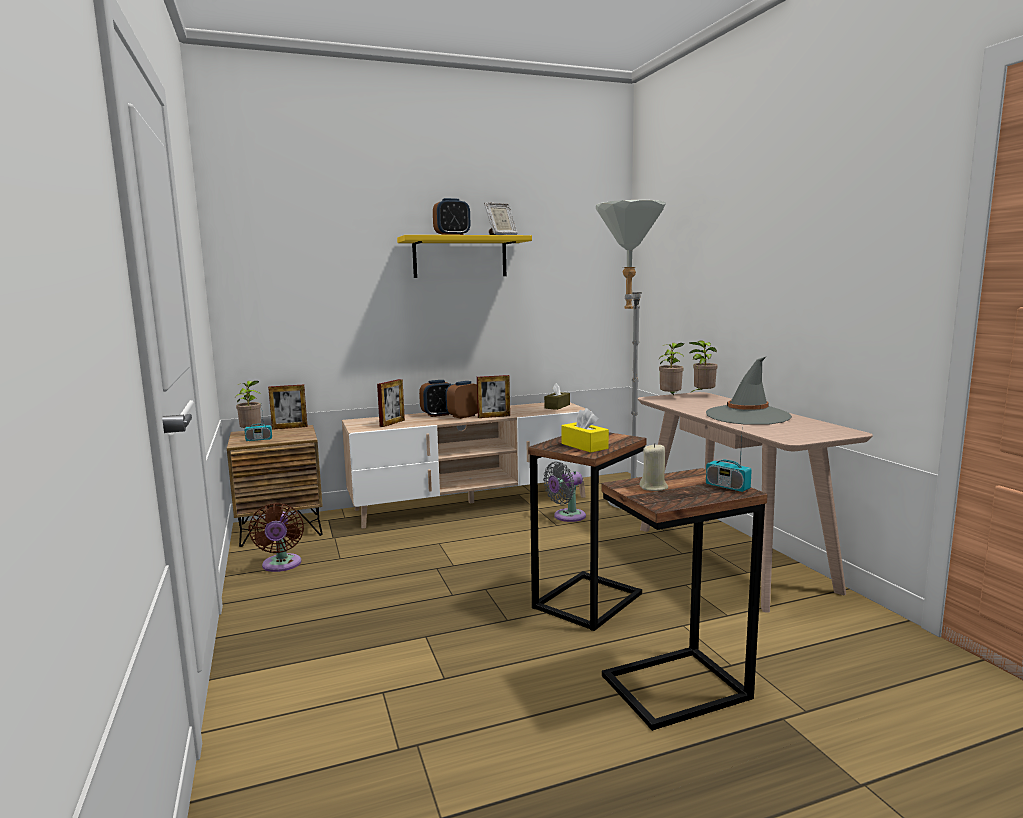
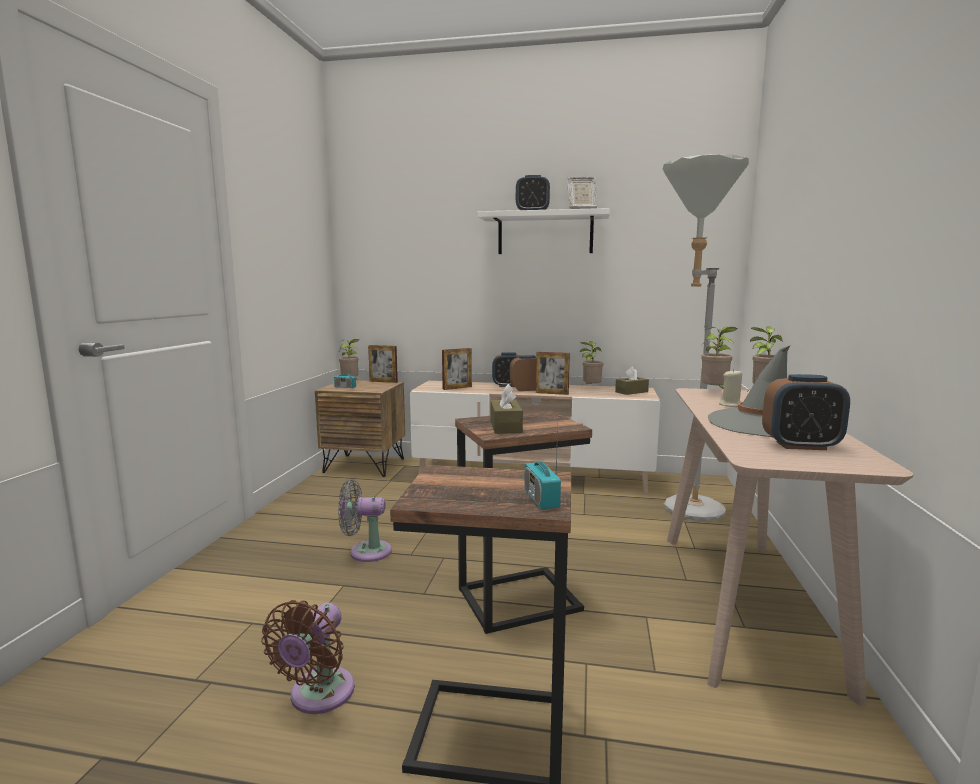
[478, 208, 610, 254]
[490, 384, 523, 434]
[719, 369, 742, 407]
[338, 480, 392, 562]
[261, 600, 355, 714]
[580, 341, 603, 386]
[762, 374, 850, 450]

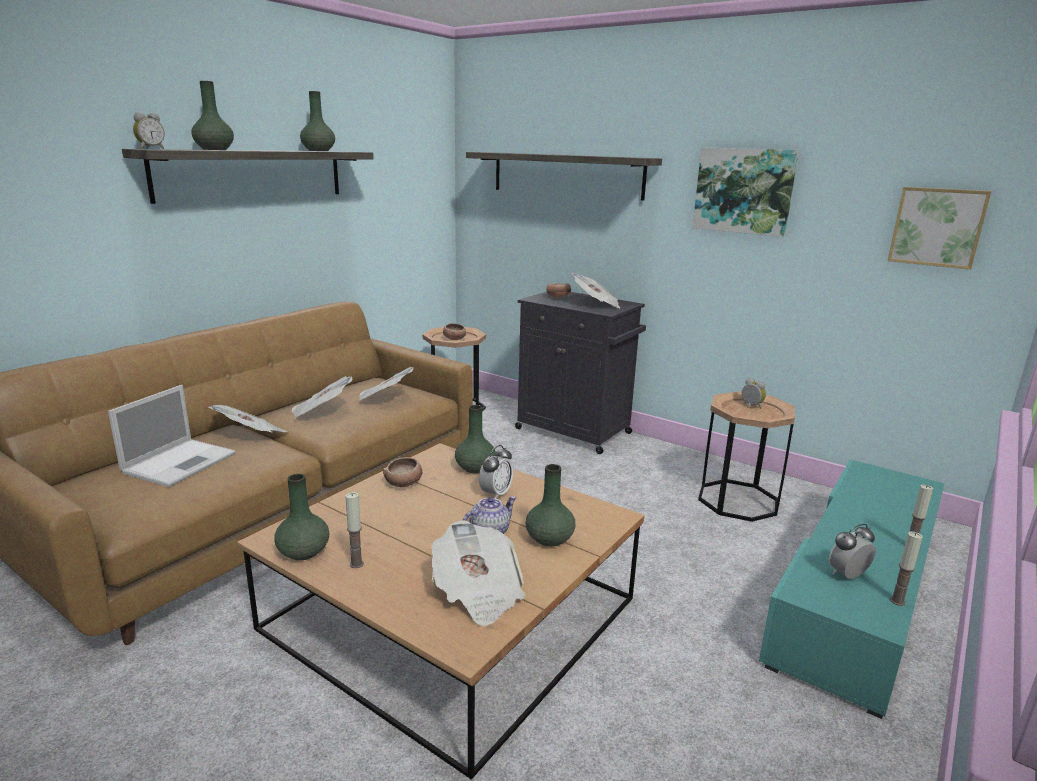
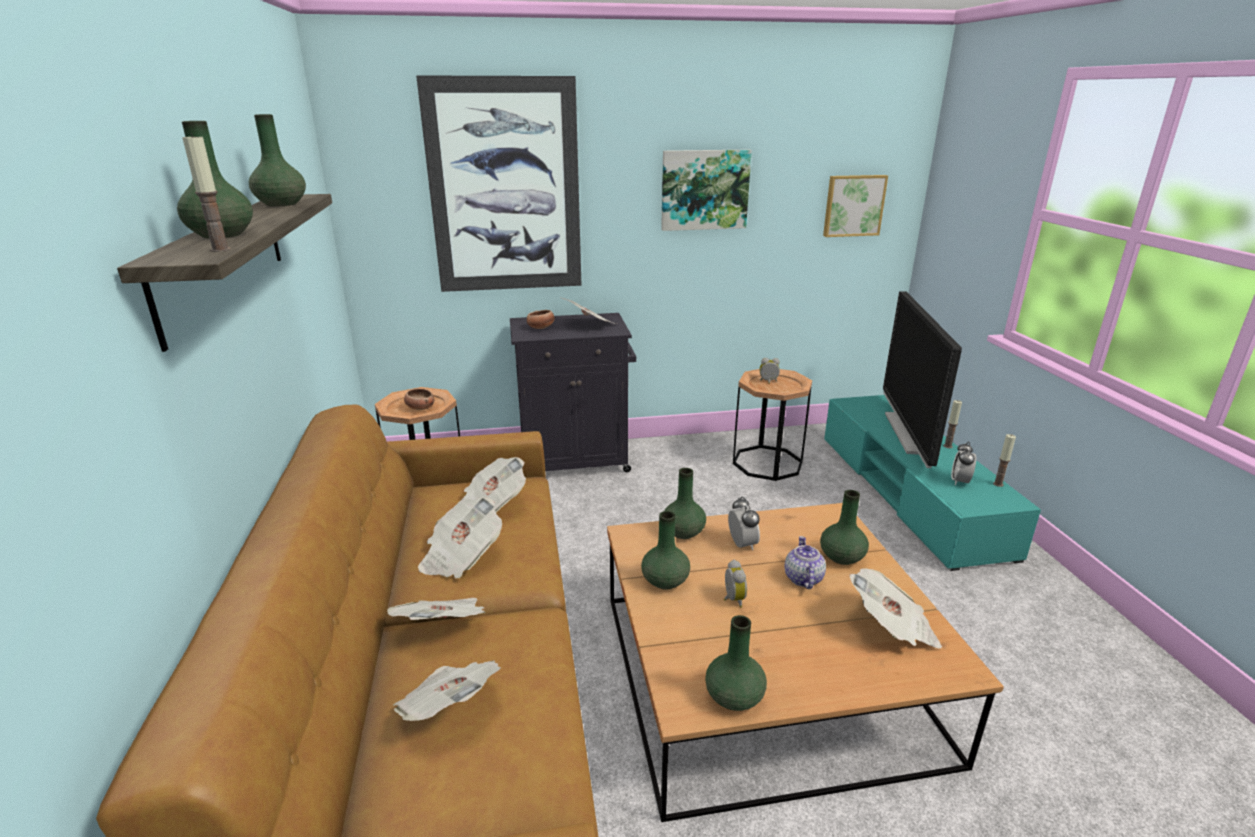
[724, 560, 747, 608]
[416, 75, 582, 292]
[393, 661, 501, 721]
[641, 511, 690, 589]
[182, 133, 231, 252]
[883, 291, 962, 468]

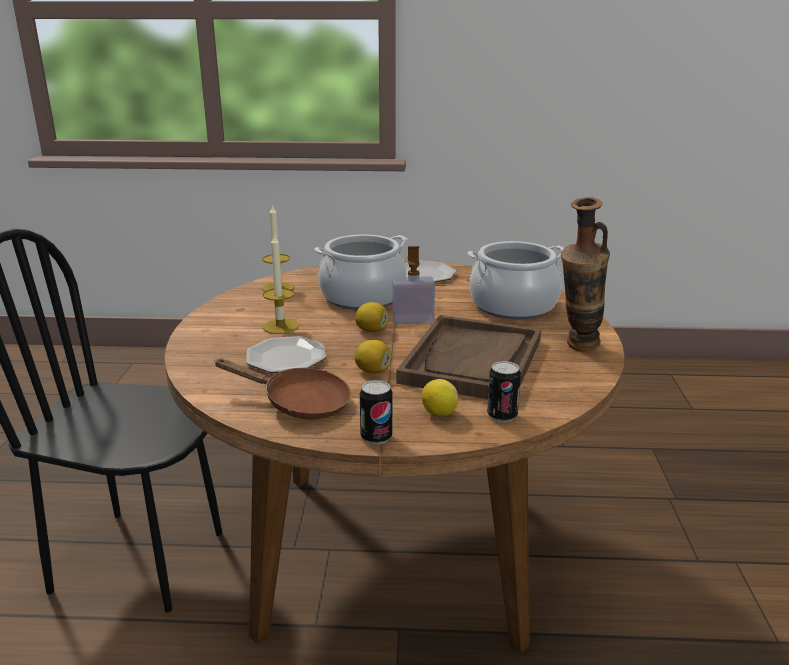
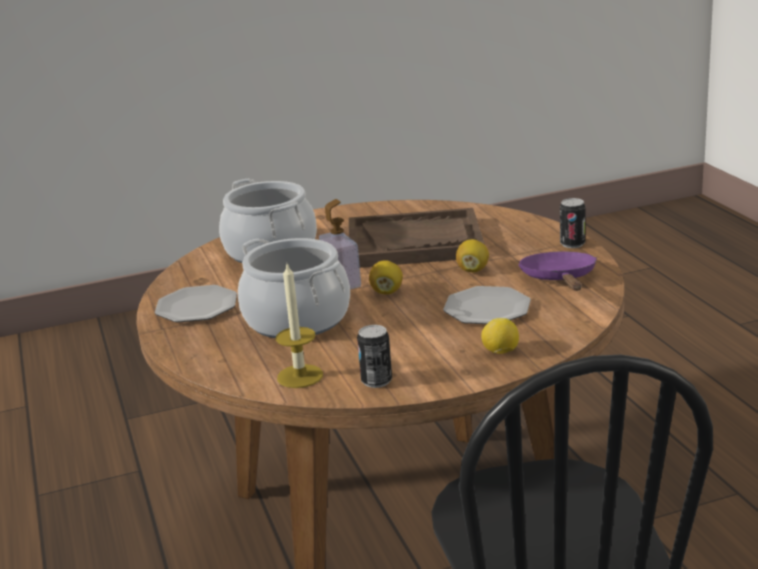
[561, 197, 610, 352] (first image)
[263, 233, 299, 334] (first image)
[518, 251, 597, 291]
[357, 325, 392, 388]
[481, 318, 519, 354]

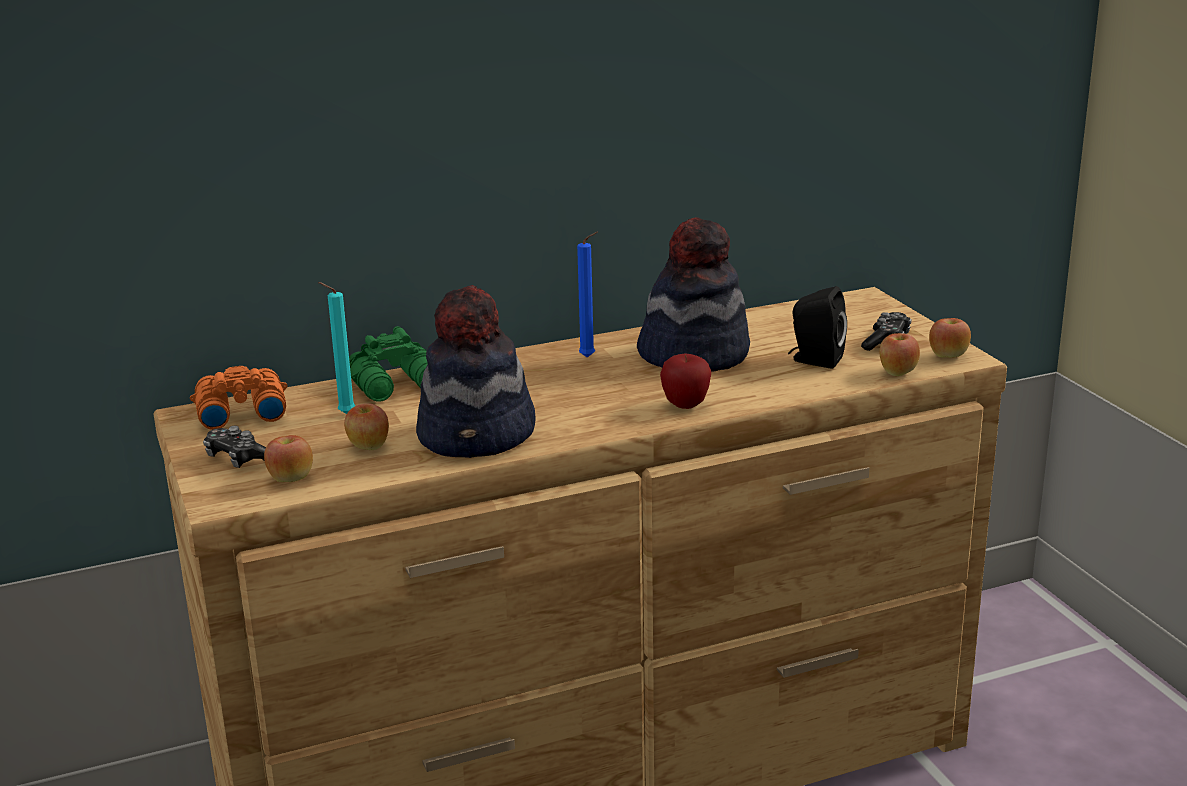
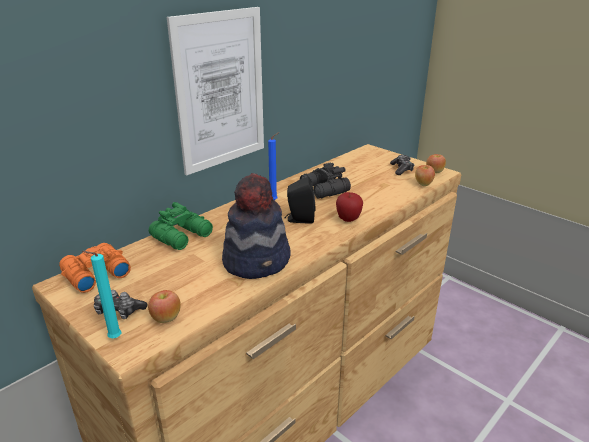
[300, 163, 351, 198]
[82, 251, 121, 338]
[285, 177, 315, 224]
[344, 403, 389, 450] (first image)
[167, 7, 264, 175]

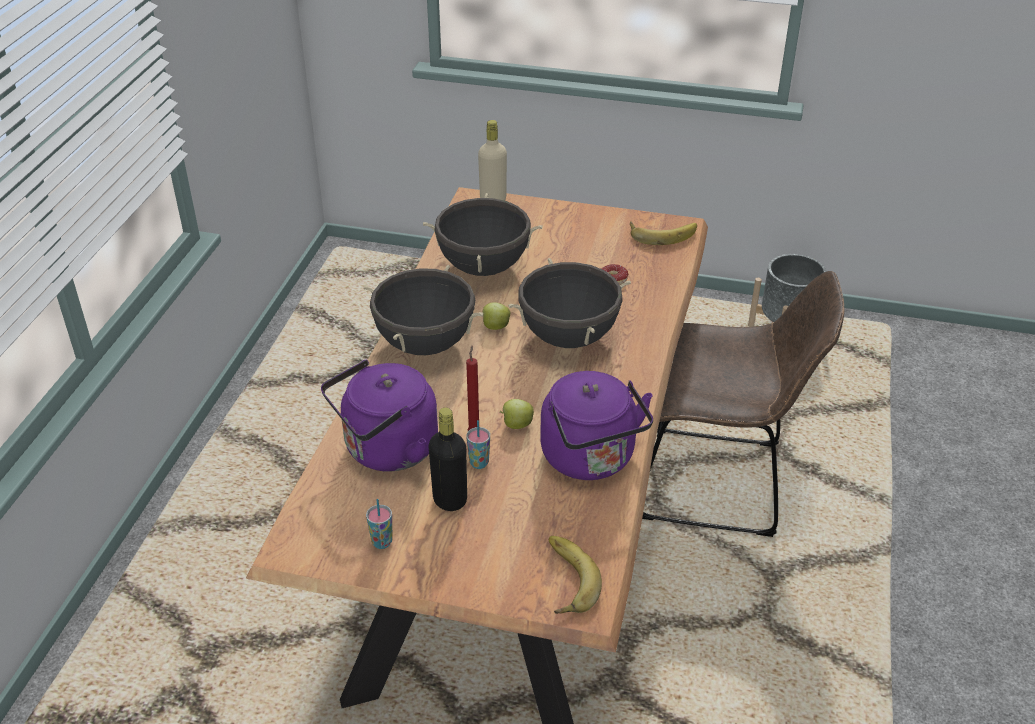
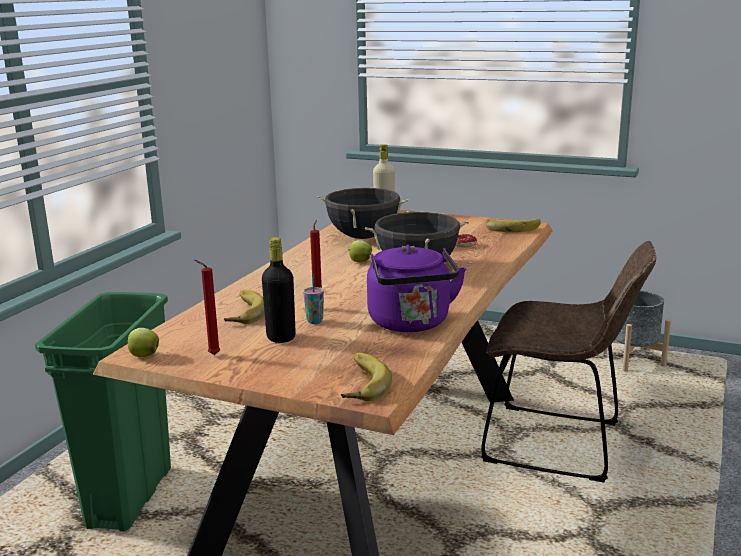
[363, 265, 484, 355] (first image)
[224, 290, 265, 324]
[127, 328, 159, 357]
[195, 260, 220, 355]
[35, 292, 171, 532]

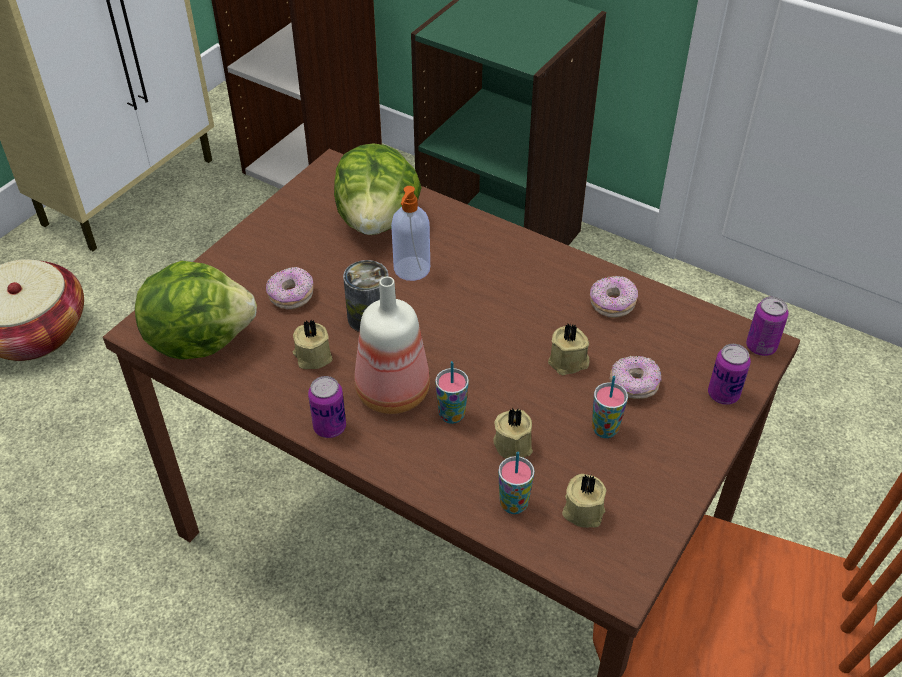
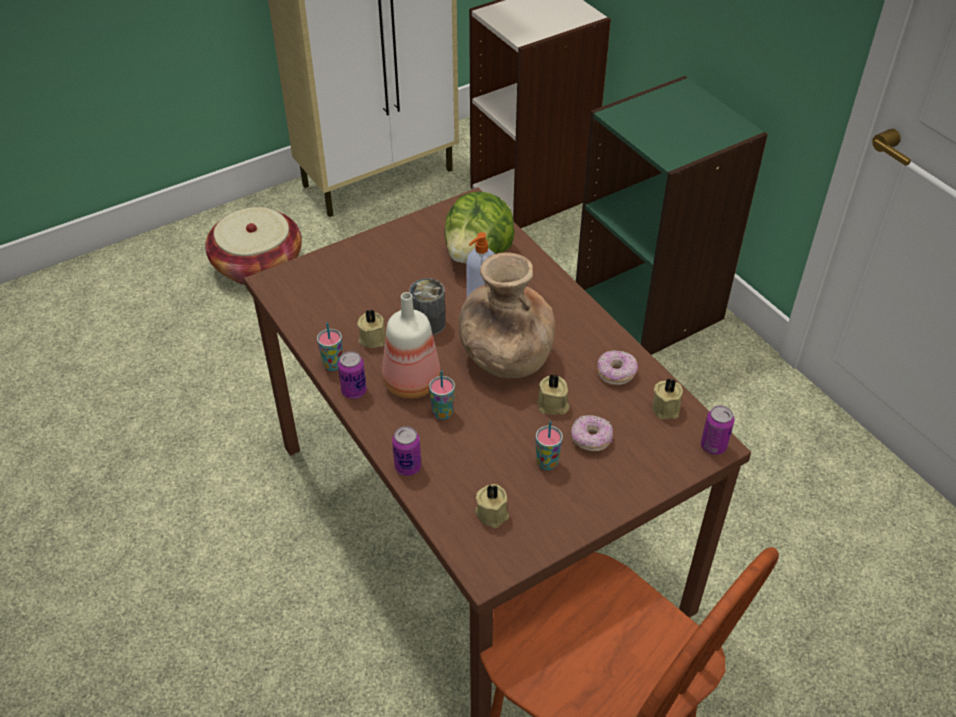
[135, 261, 257, 360] (first image)
[266, 267, 313, 310] (first image)
[392, 426, 421, 476]
[652, 378, 683, 420]
[317, 322, 343, 371]
[459, 252, 555, 378]

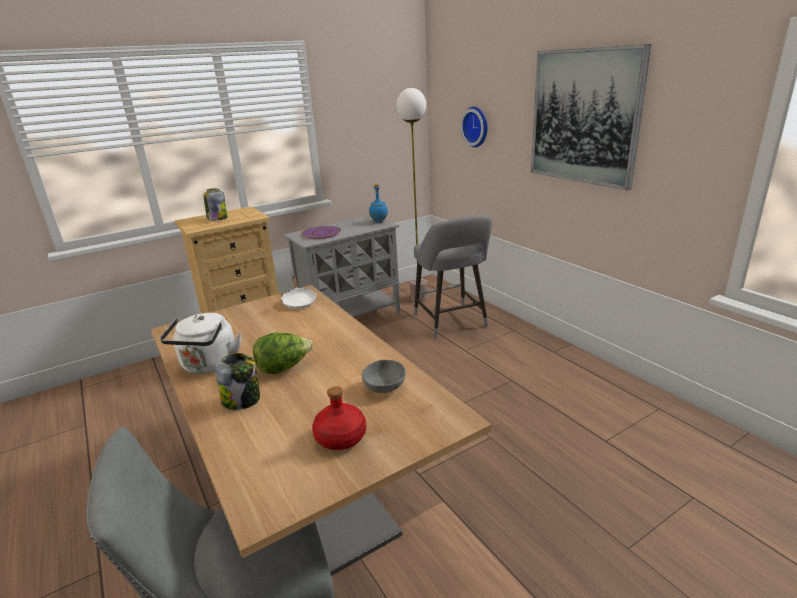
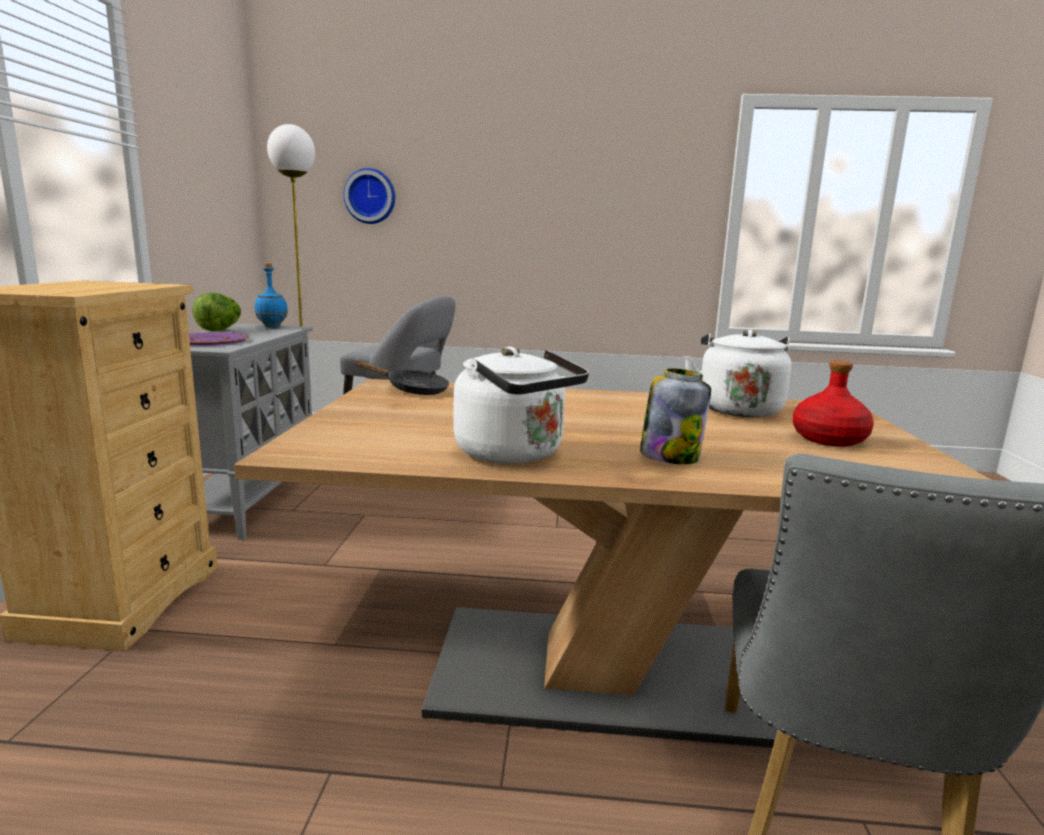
[531, 44, 651, 190] (first image)
[203, 188, 227, 220] (first image)
[354, 360, 449, 395]
[192, 292, 241, 331]
[684, 329, 791, 417]

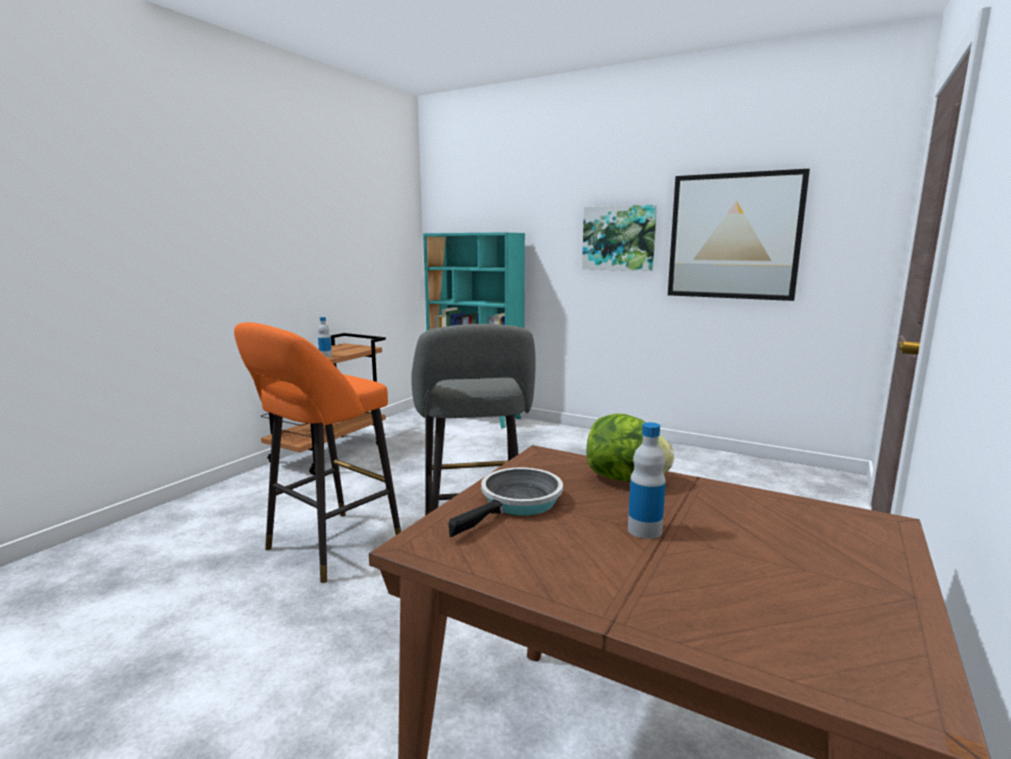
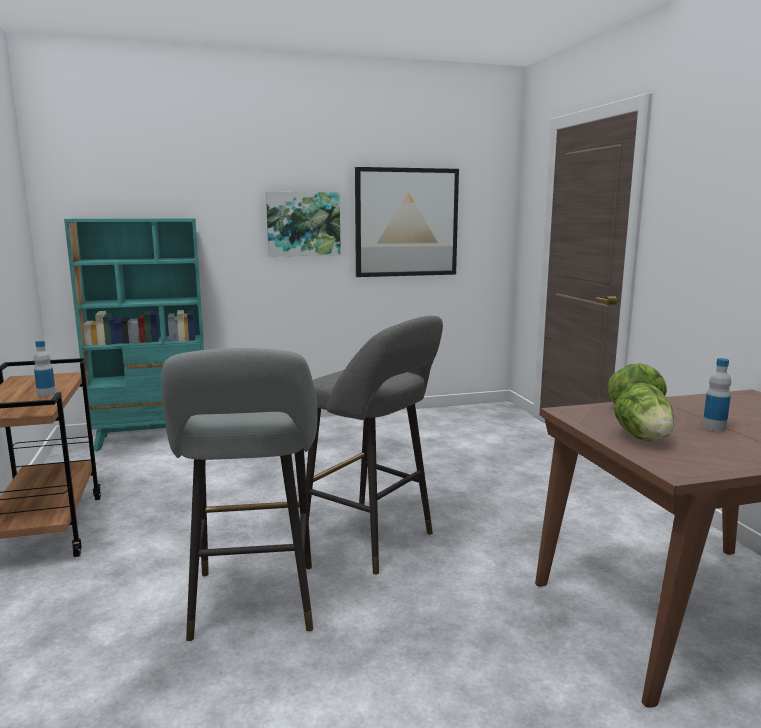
[161, 348, 318, 641]
[614, 383, 674, 441]

